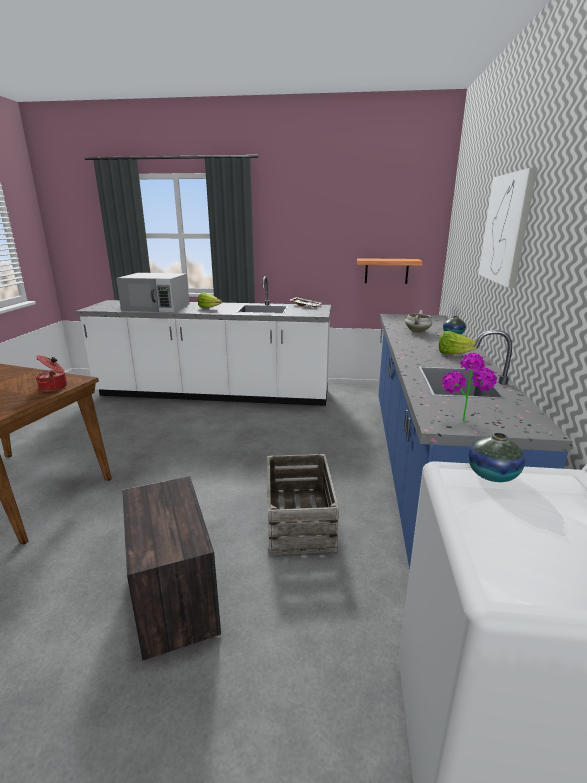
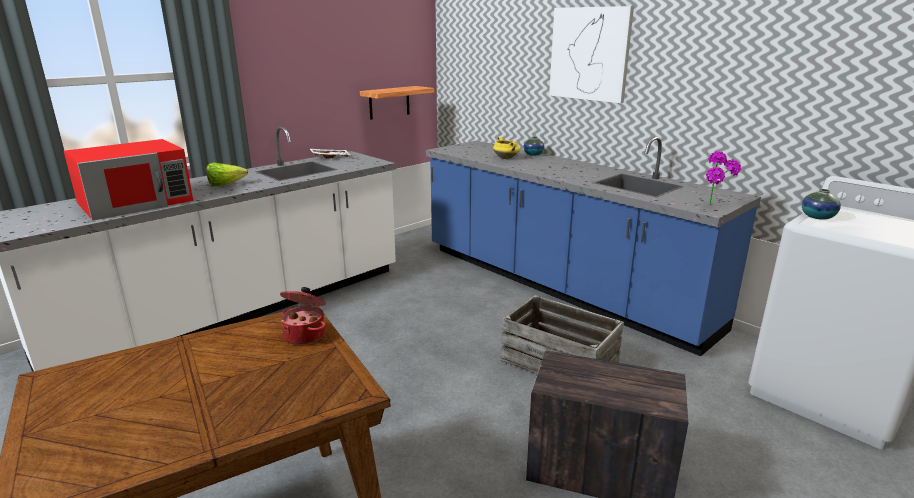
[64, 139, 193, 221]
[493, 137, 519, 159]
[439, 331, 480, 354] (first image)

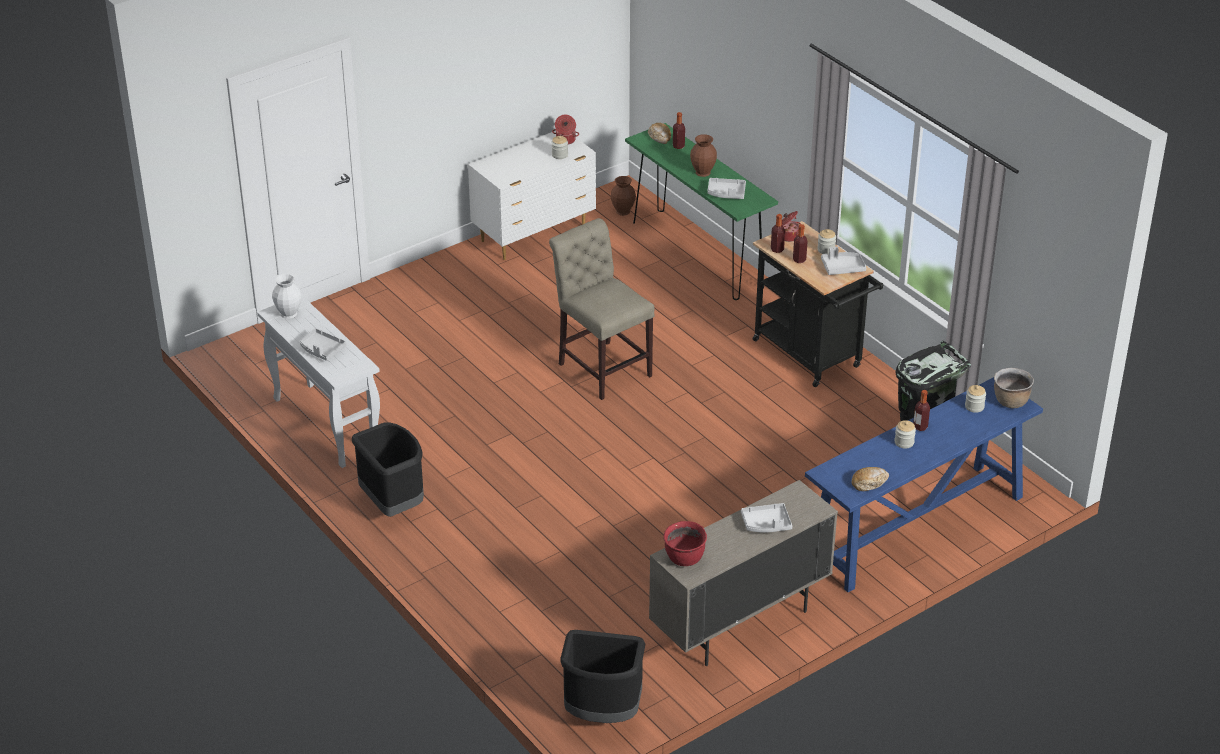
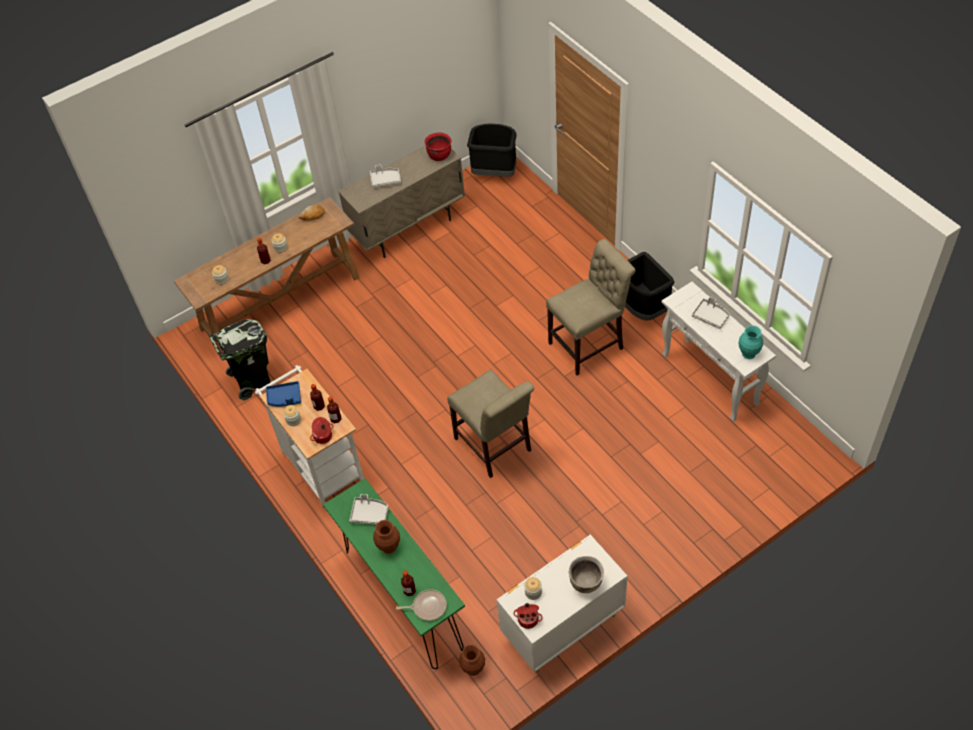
[396, 589, 447, 621]
[255, 365, 367, 507]
[266, 381, 301, 407]
[739, 325, 763, 359]
[569, 556, 604, 593]
[174, 197, 360, 354]
[546, 239, 636, 375]

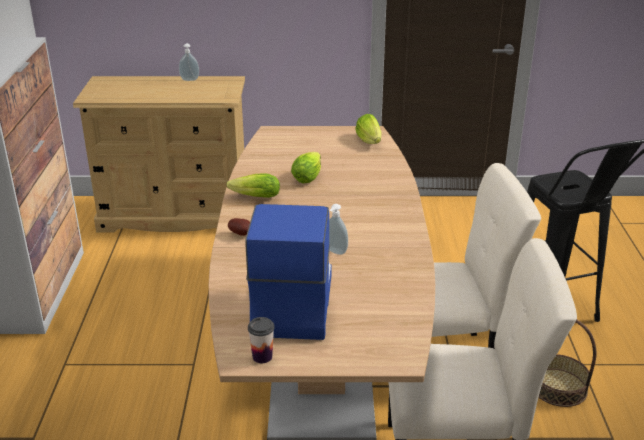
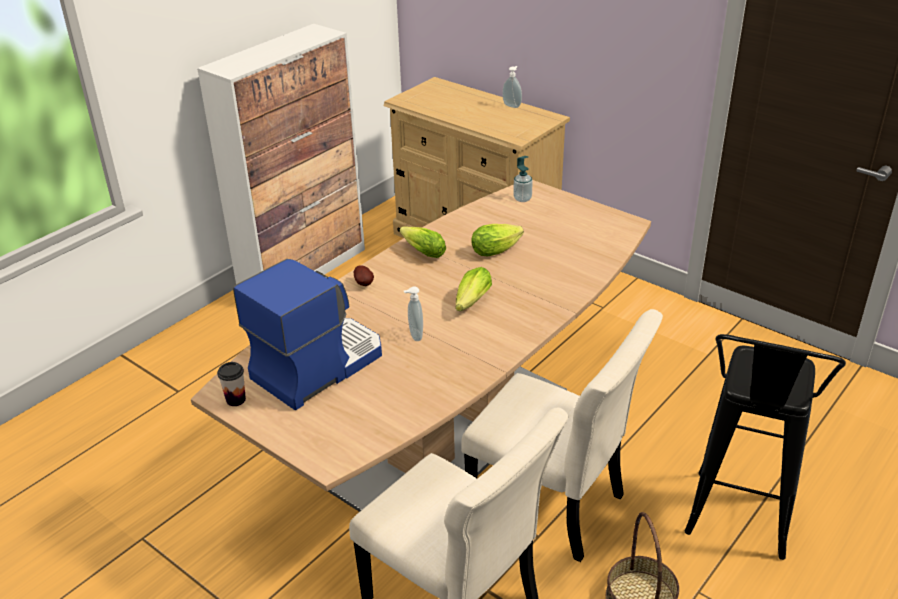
[455, 267, 492, 311]
[513, 156, 533, 202]

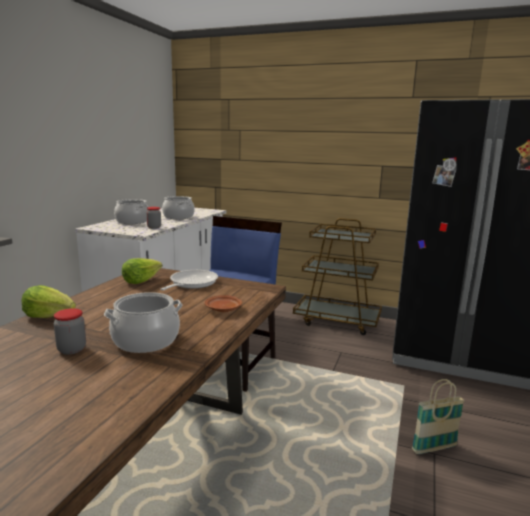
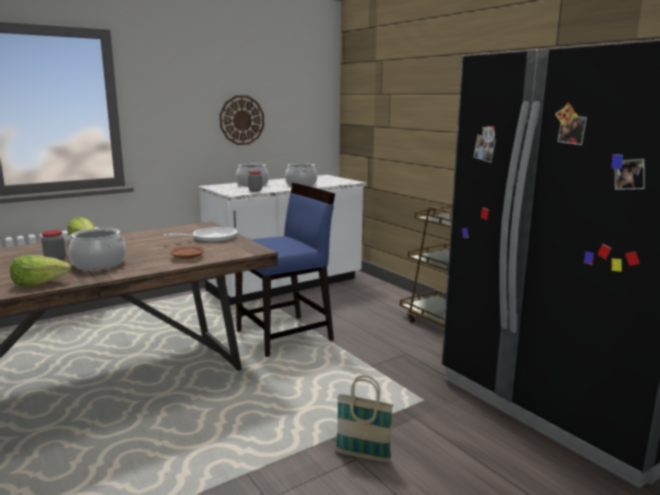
[10, 255, 71, 286]
[220, 95, 264, 145]

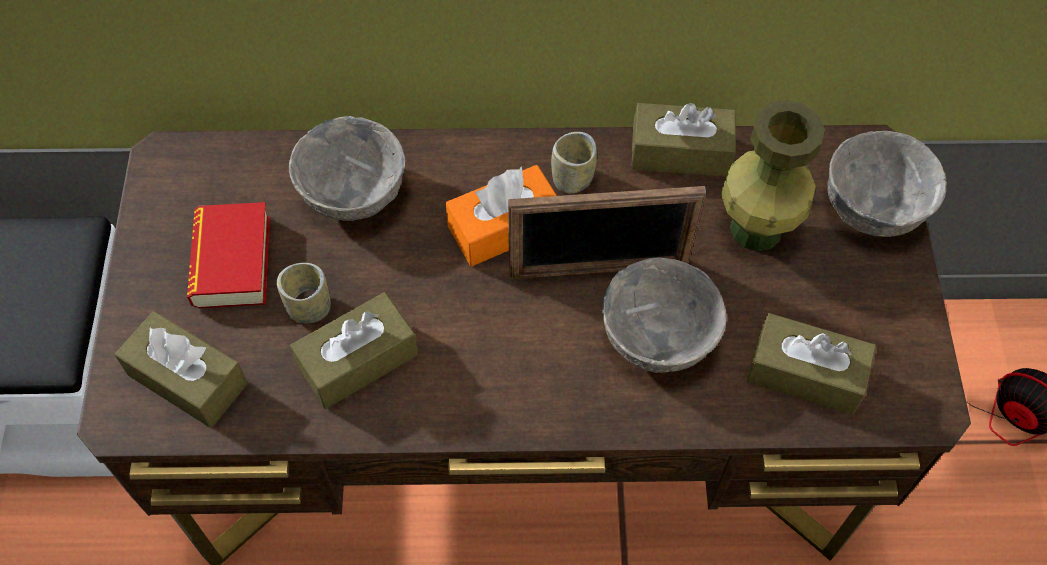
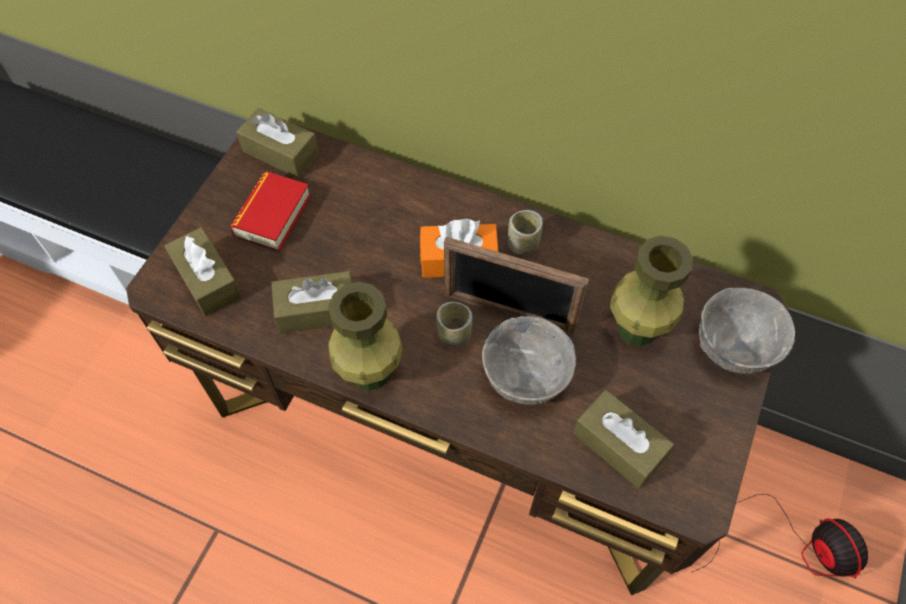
[236, 108, 319, 178]
[289, 116, 405, 221] (first image)
[436, 302, 473, 347]
[328, 282, 403, 391]

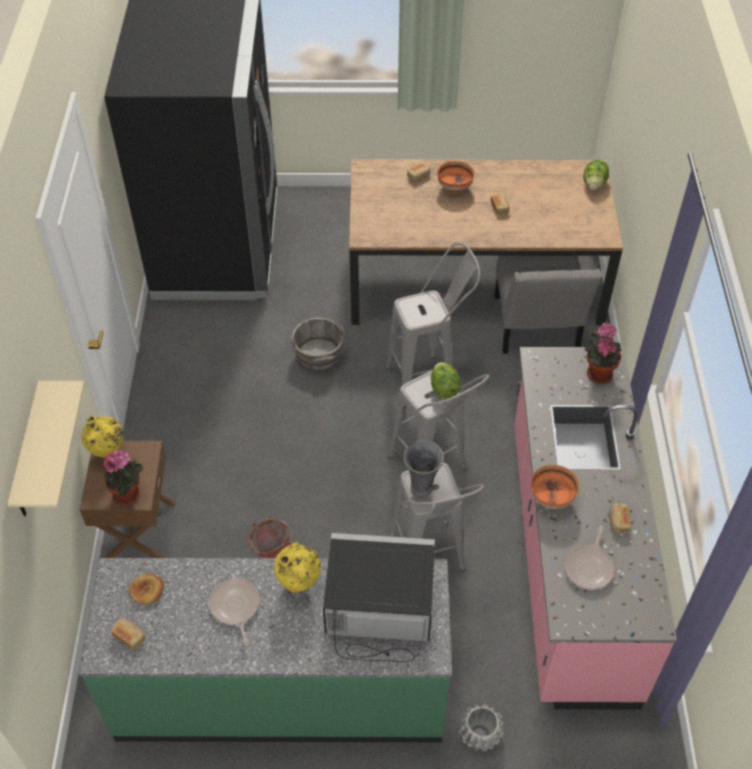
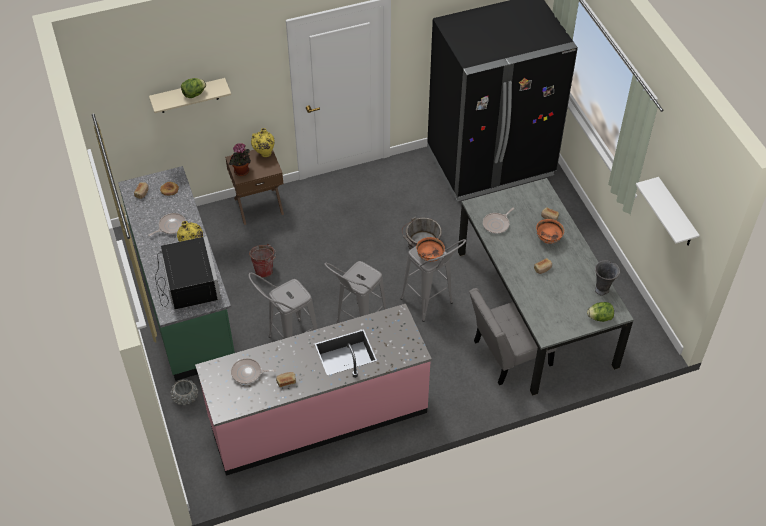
[458, 178, 634, 396]
[585, 322, 622, 384] (first image)
[181, 78, 206, 98]
[595, 260, 620, 296]
[416, 237, 445, 262]
[636, 177, 700, 246]
[483, 208, 514, 234]

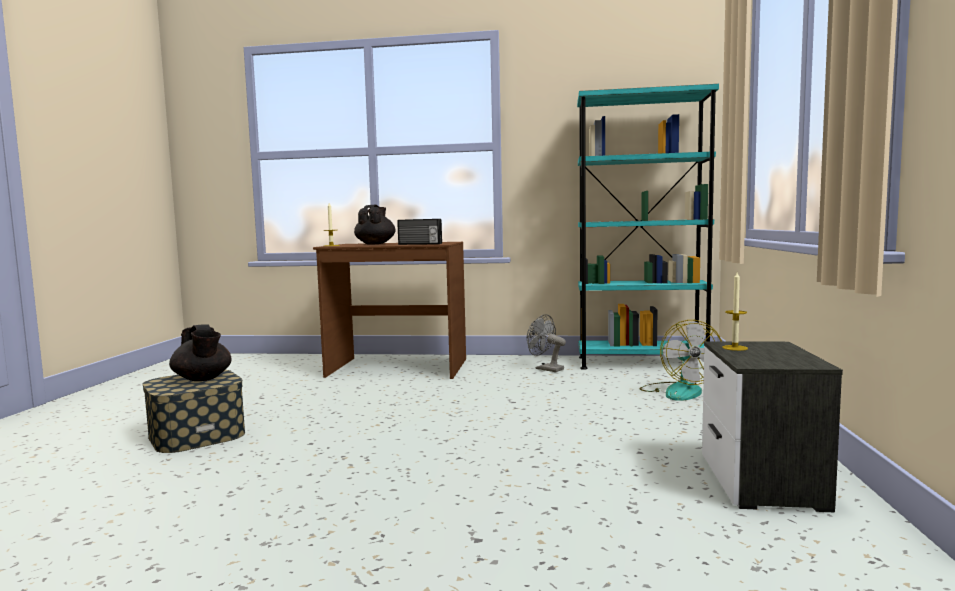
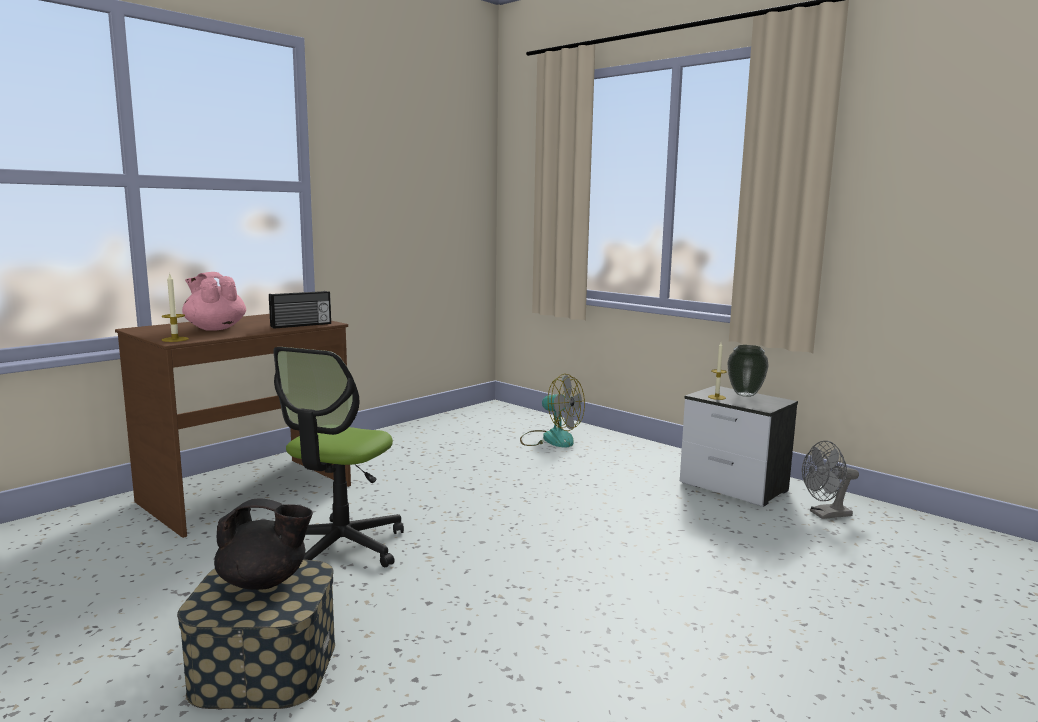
[577, 84, 719, 370] (first image)
[182, 272, 246, 331]
[802, 441, 859, 519]
[727, 345, 769, 397]
[273, 347, 404, 568]

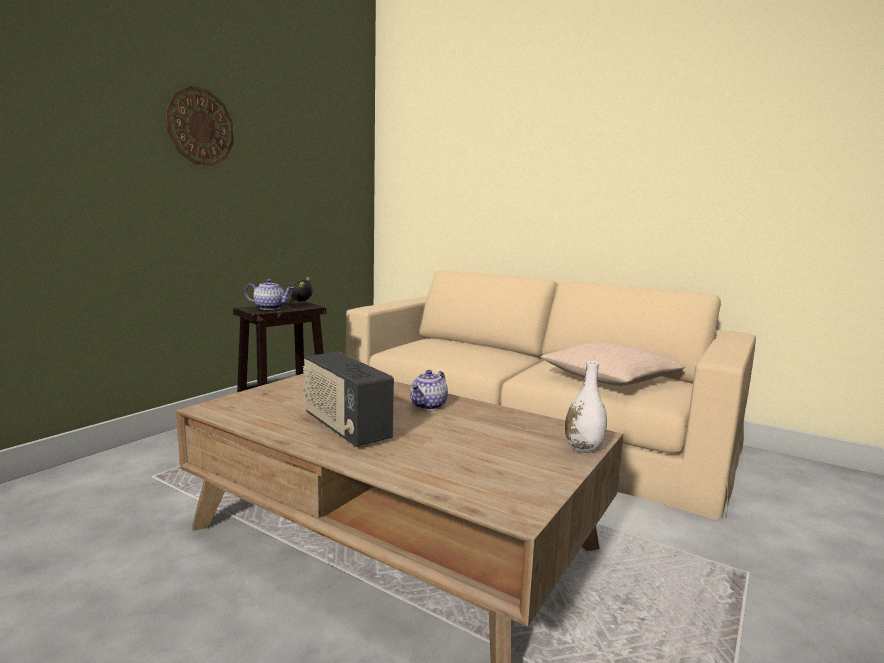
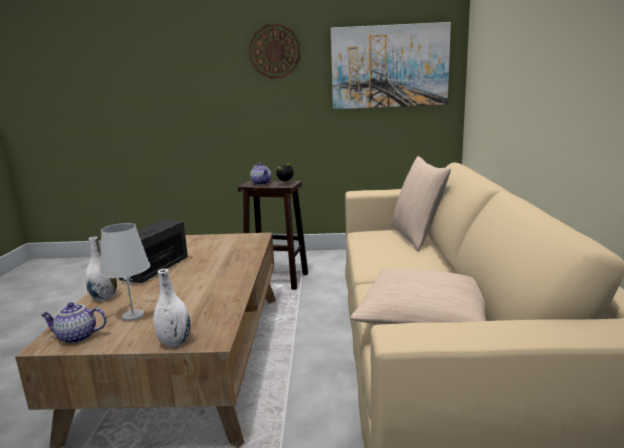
[39, 302, 107, 344]
[331, 22, 451, 109]
[391, 156, 451, 251]
[100, 223, 150, 321]
[85, 237, 117, 301]

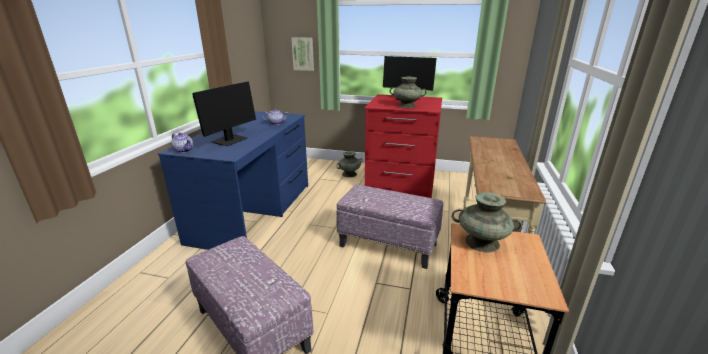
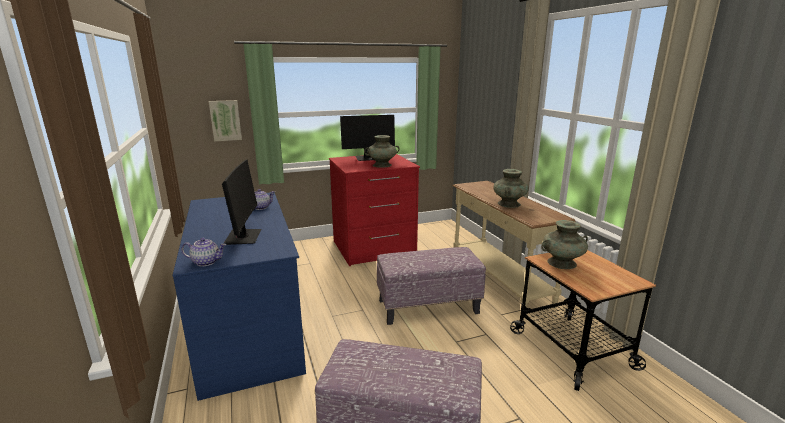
[493, 169, 529, 208]

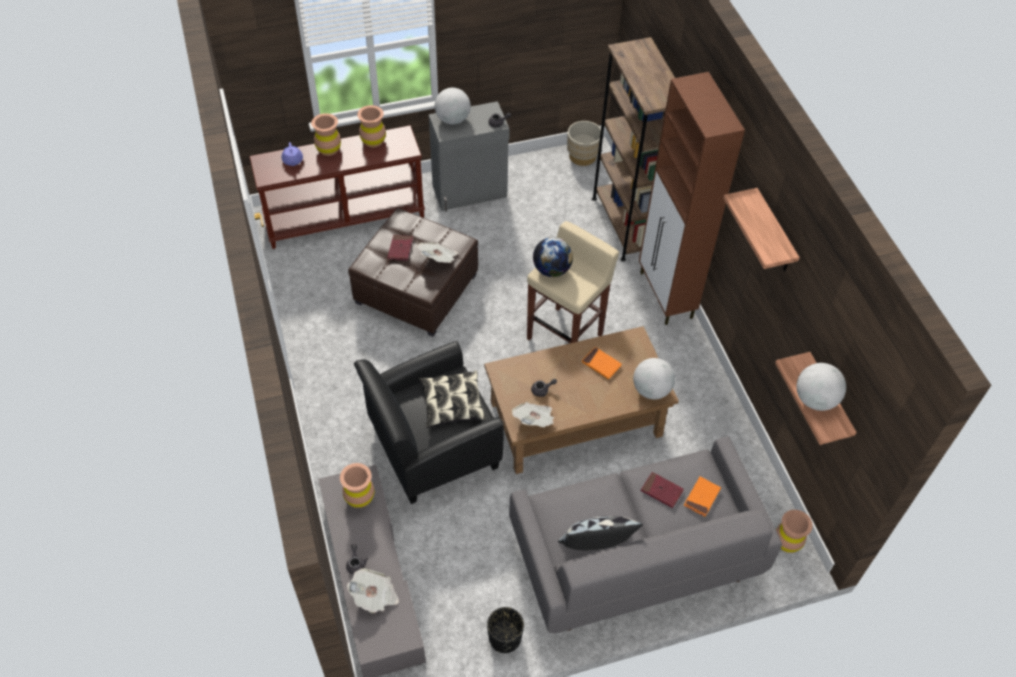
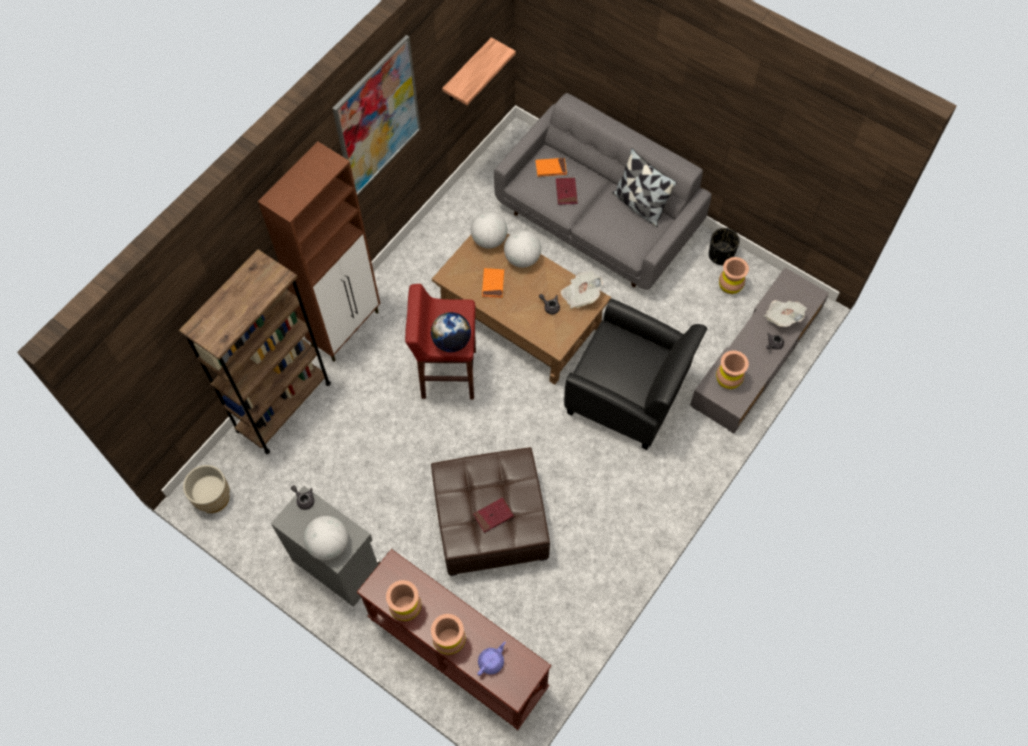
[332, 35, 421, 196]
[405, 284, 476, 400]
[417, 242, 458, 263] (first image)
[504, 230, 541, 268]
[419, 370, 486, 428] (first image)
[719, 257, 749, 294]

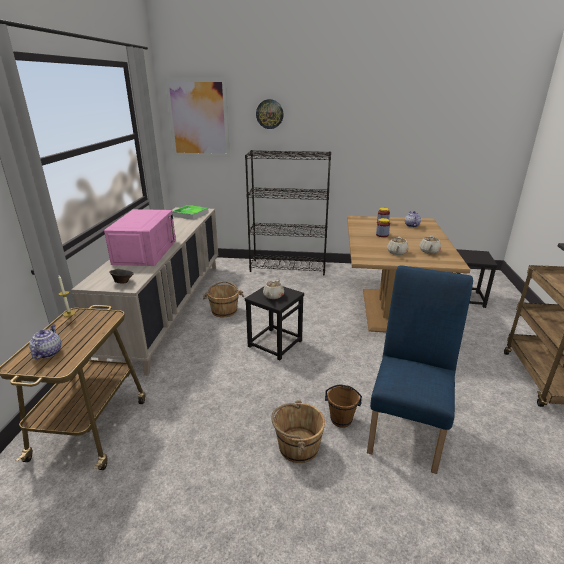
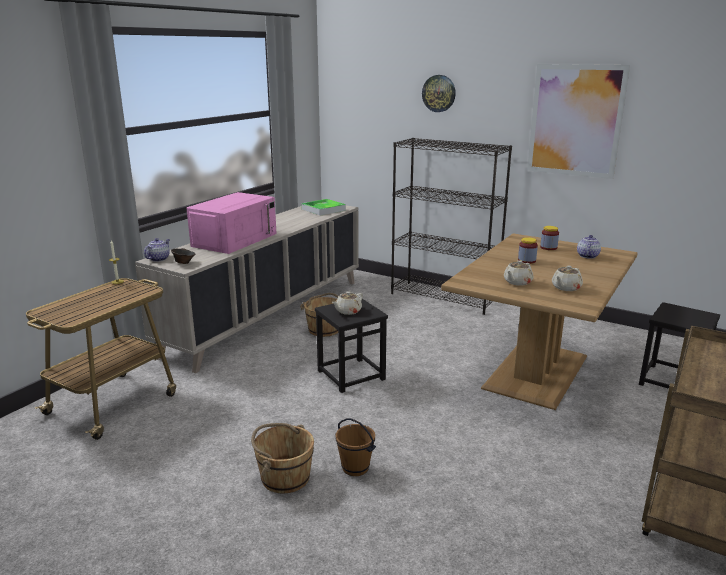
[527, 64, 630, 179]
[367, 265, 473, 474] (first image)
[144, 238, 170, 262]

